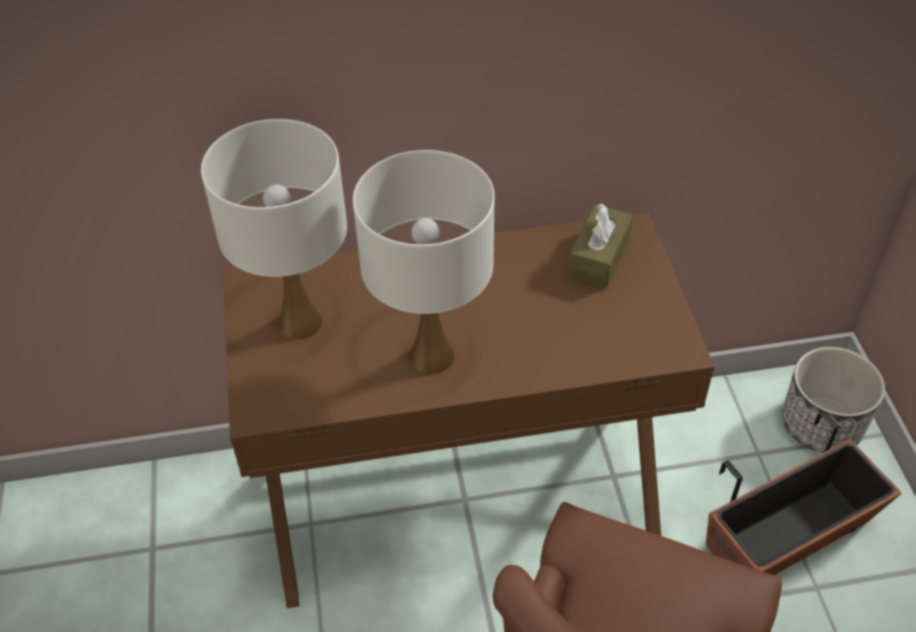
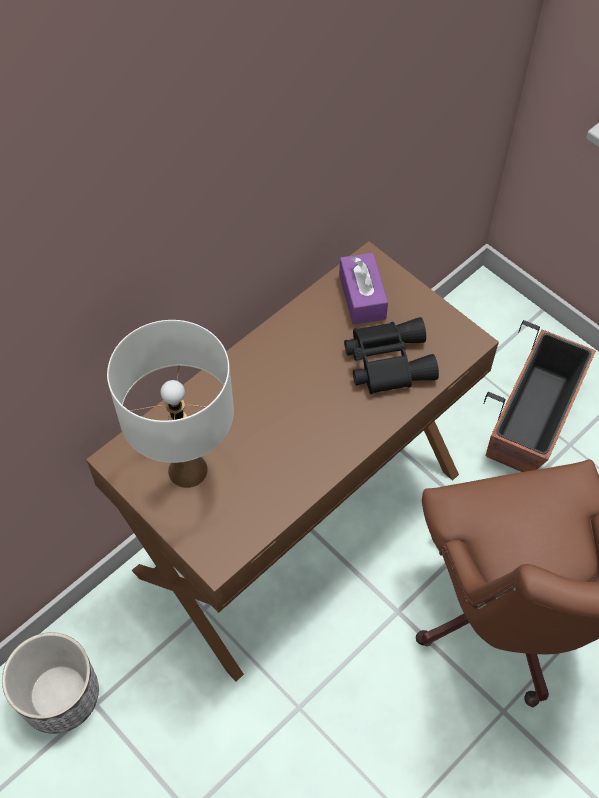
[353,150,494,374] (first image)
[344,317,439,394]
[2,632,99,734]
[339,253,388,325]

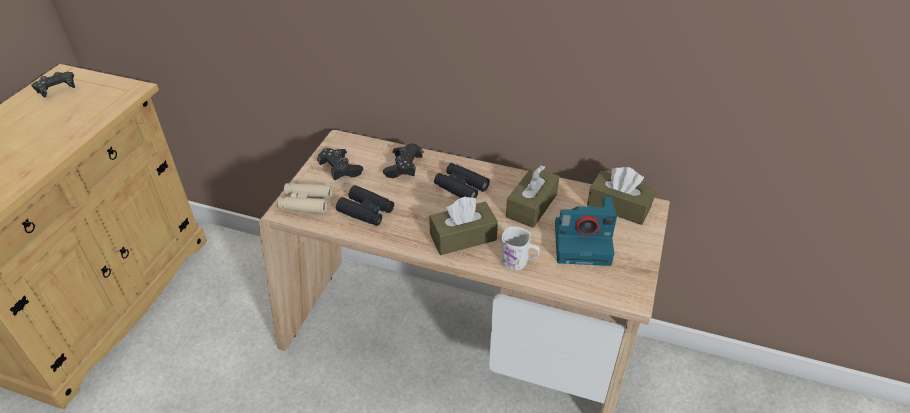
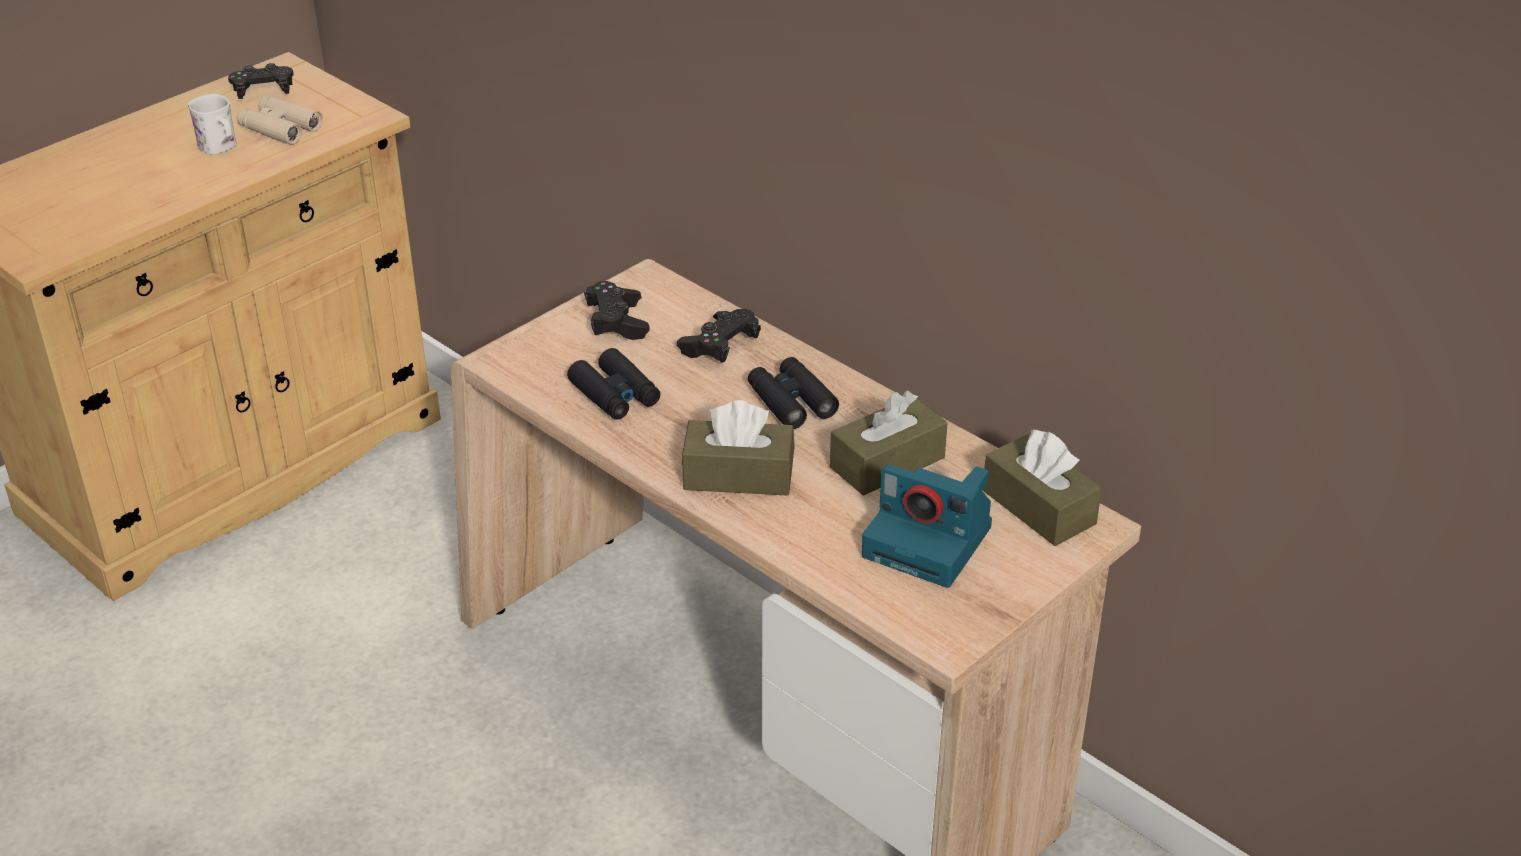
[237,96,323,145]
[188,94,237,154]

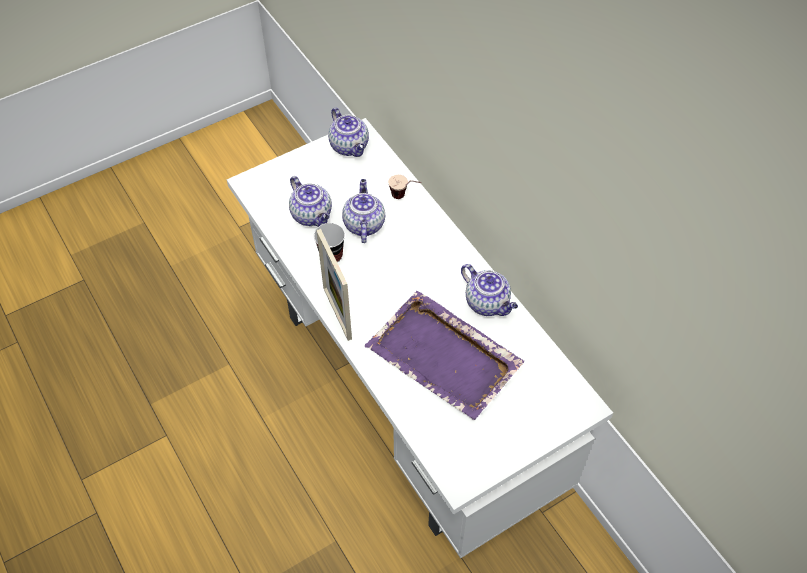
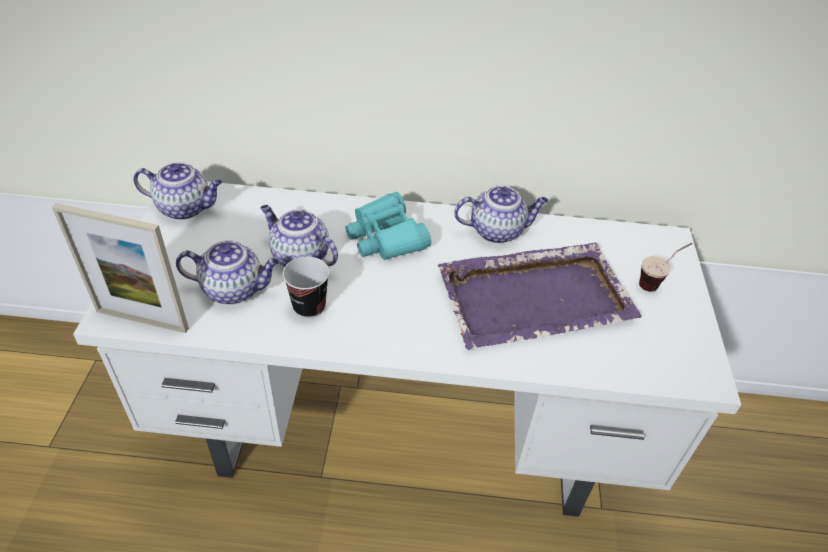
[346,192,431,260]
[52,203,189,333]
[639,243,693,292]

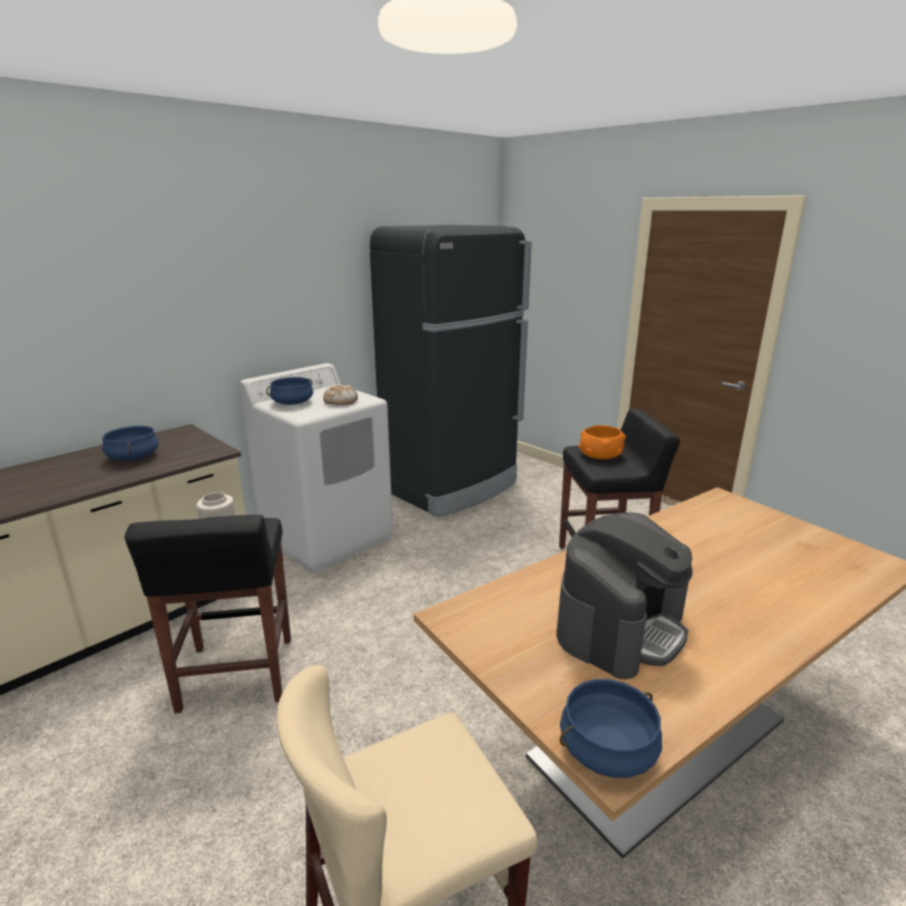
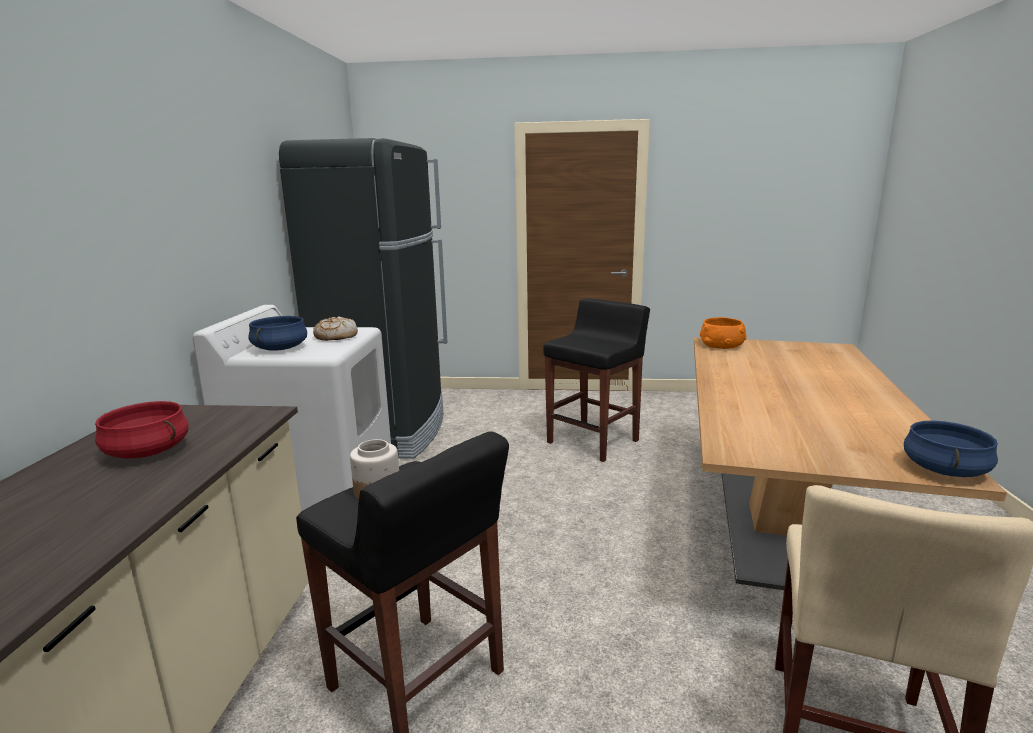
[556,512,692,679] (first image)
[700,317,747,349]
[95,401,189,459]

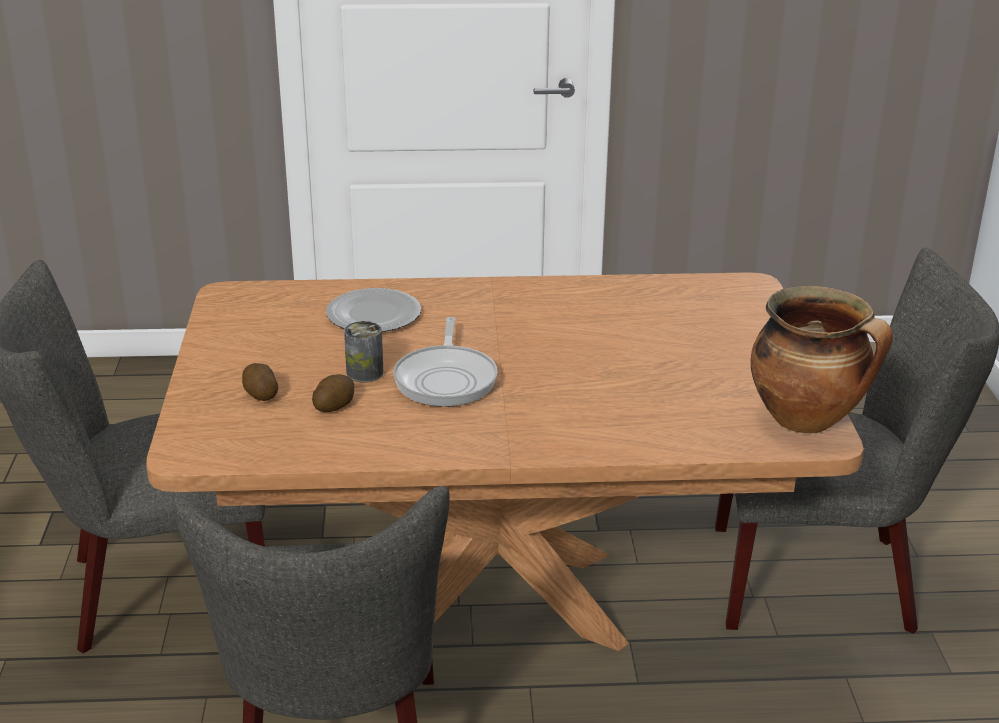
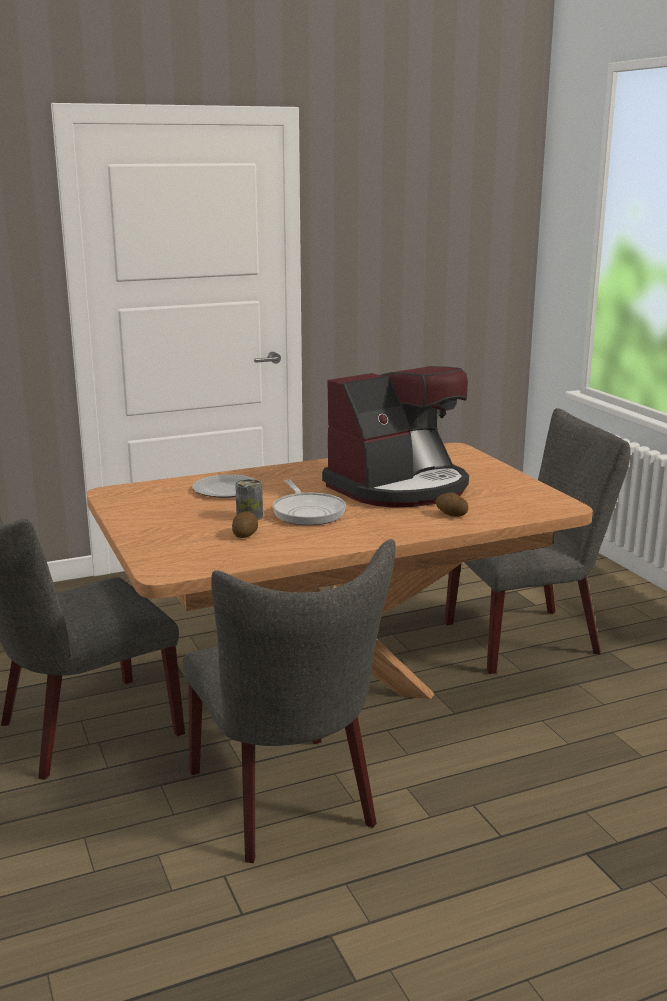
[751,286,893,433] (first image)
[322,366,469,508]
[435,493,468,517]

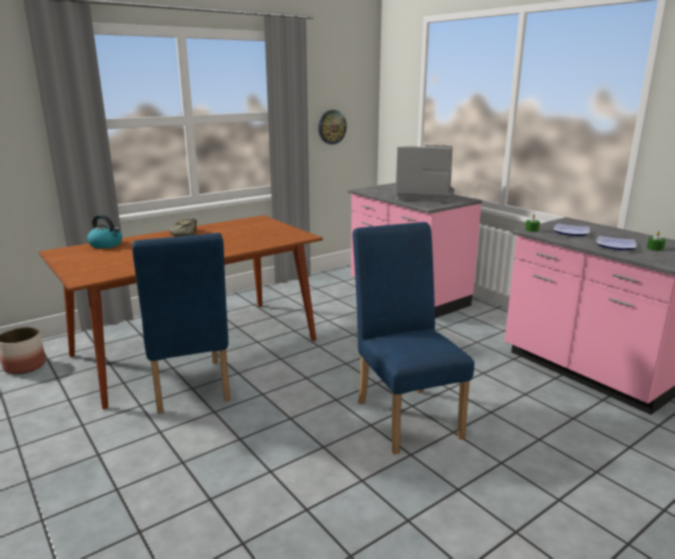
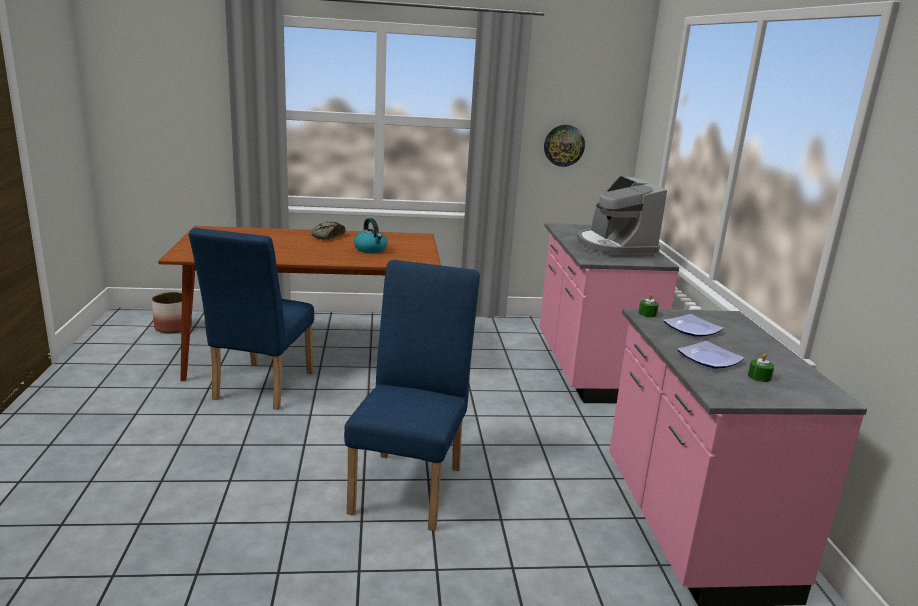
[354,218,388,253]
[577,176,667,257]

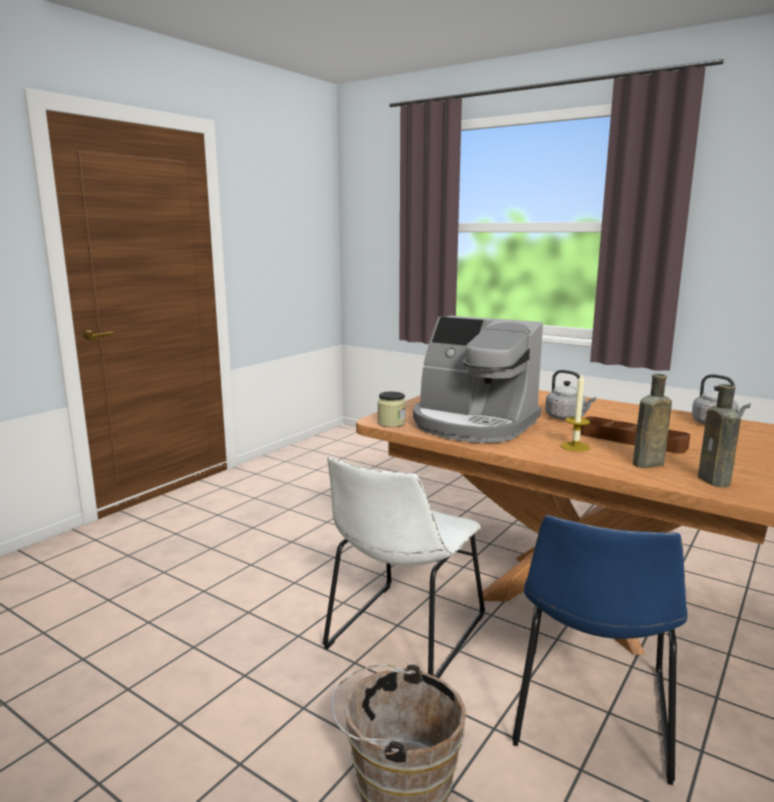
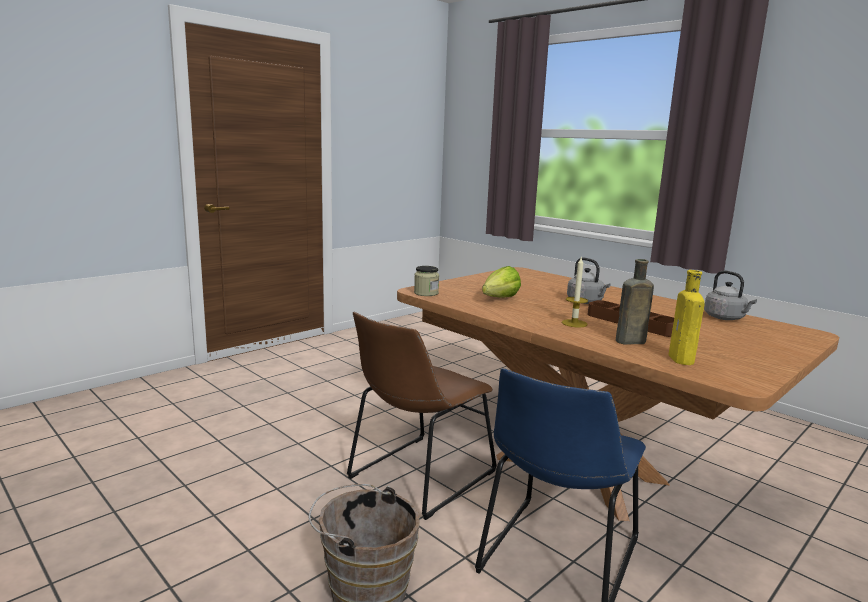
[482,266,521,297]
[347,312,497,520]
[668,270,705,365]

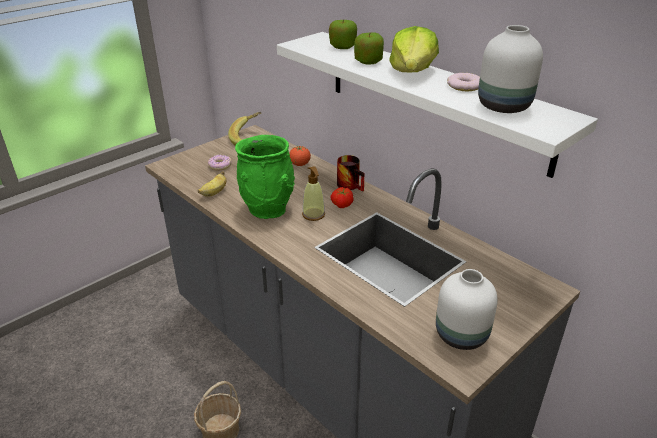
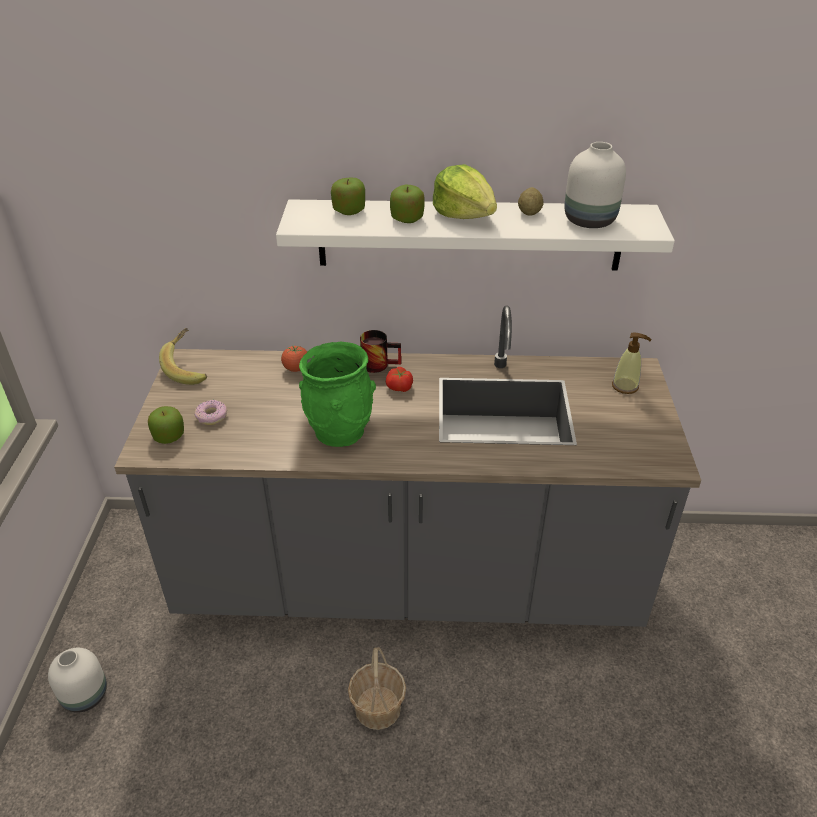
[198,171,227,197] (first image)
[148,406,184,444]
[612,333,651,394]
[48,648,107,713]
[518,187,544,216]

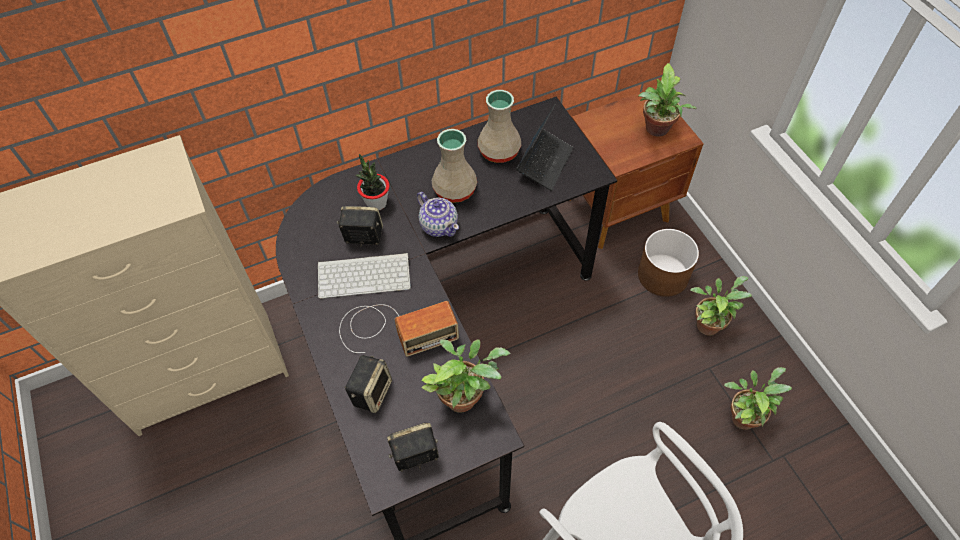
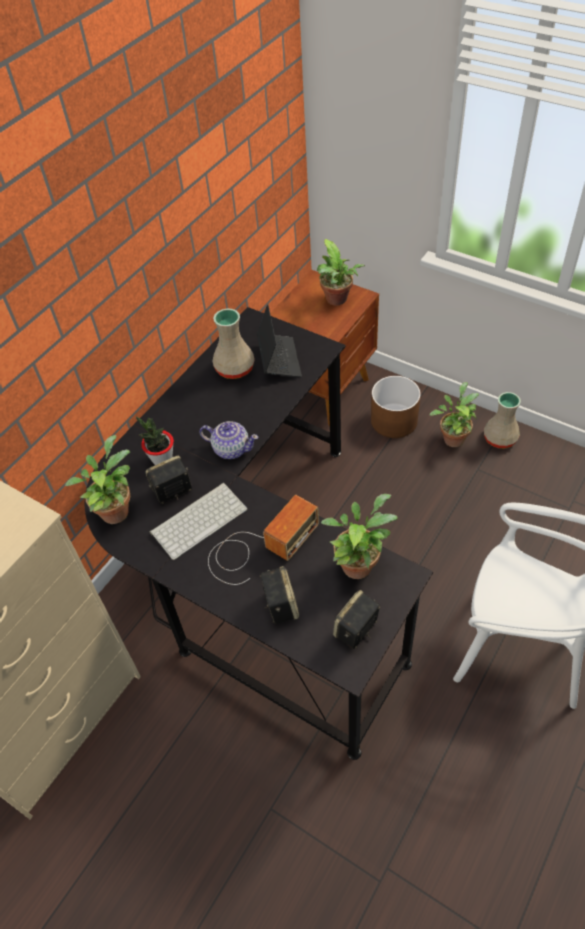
[484,392,521,448]
[65,435,130,524]

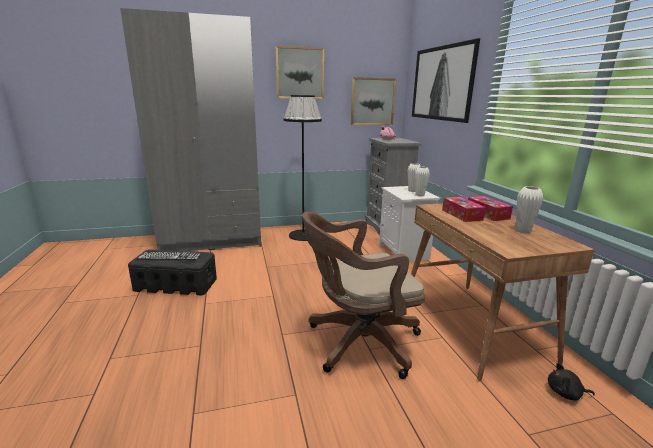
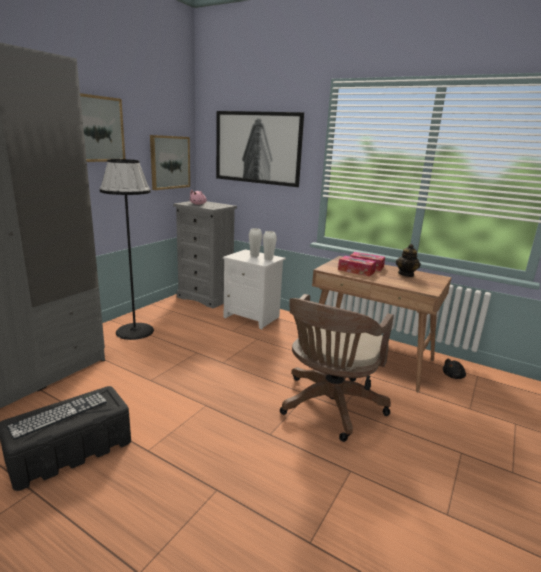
[396,244,421,277]

